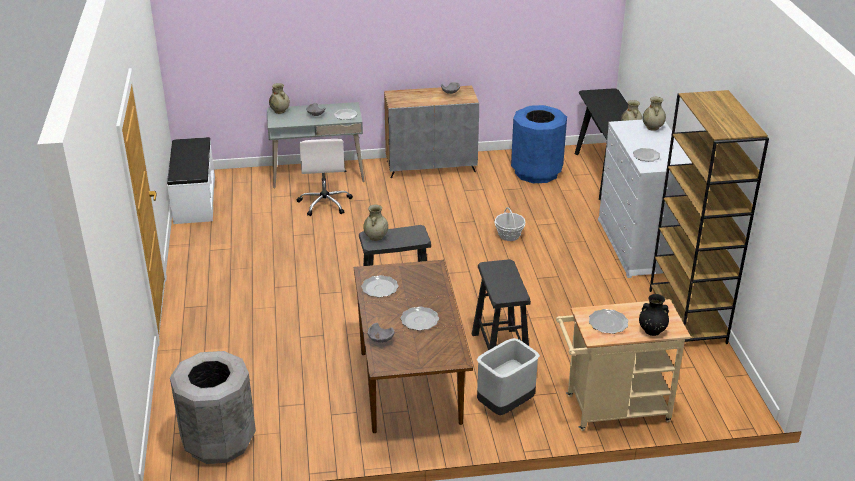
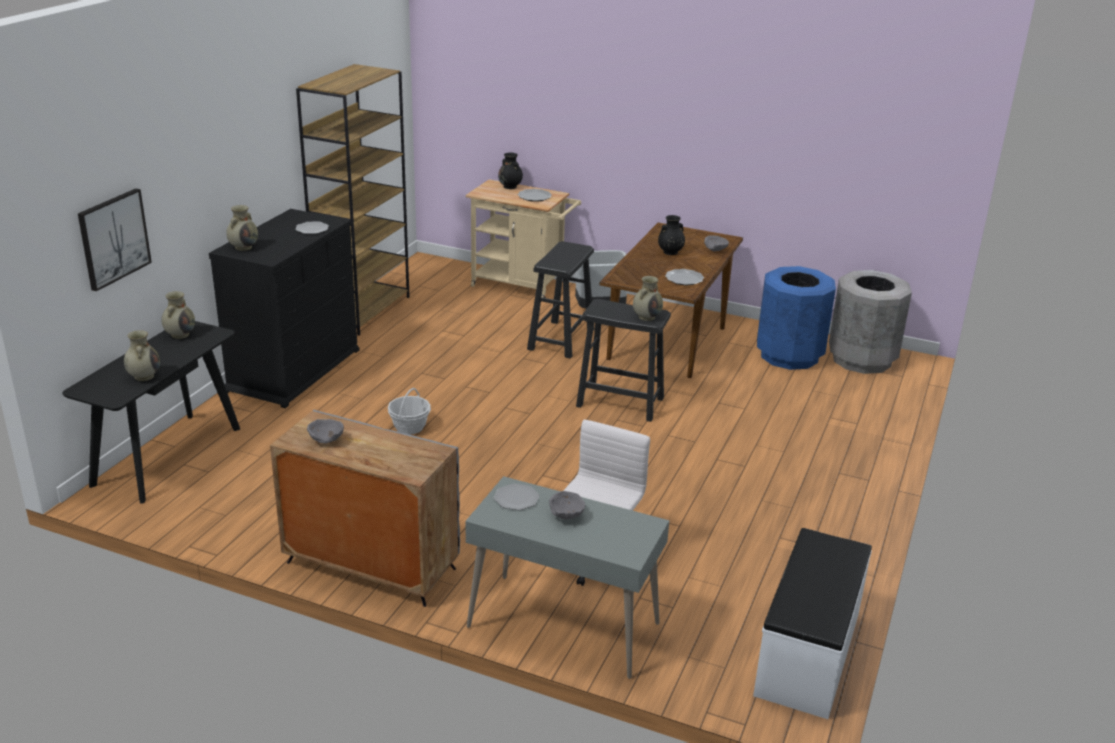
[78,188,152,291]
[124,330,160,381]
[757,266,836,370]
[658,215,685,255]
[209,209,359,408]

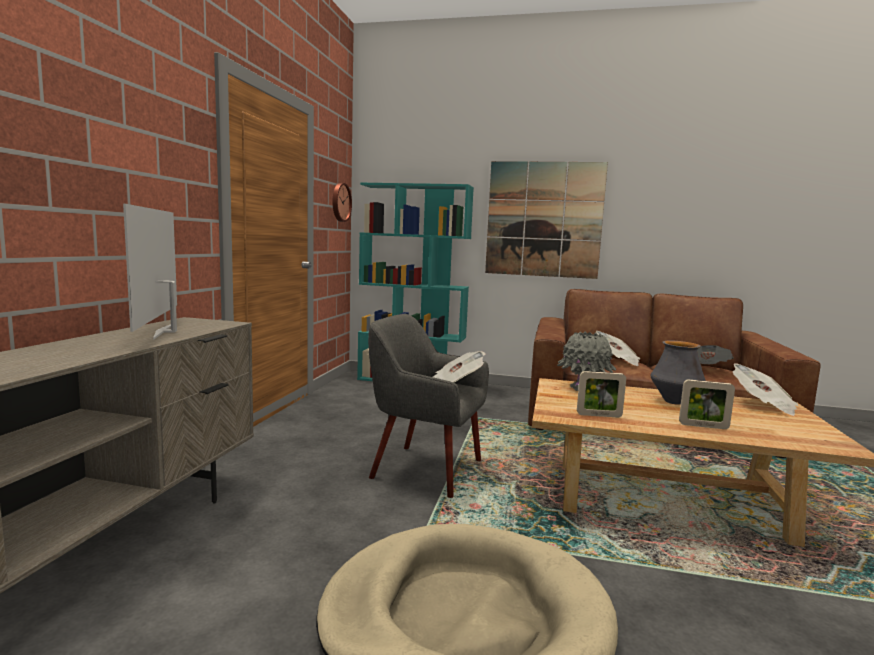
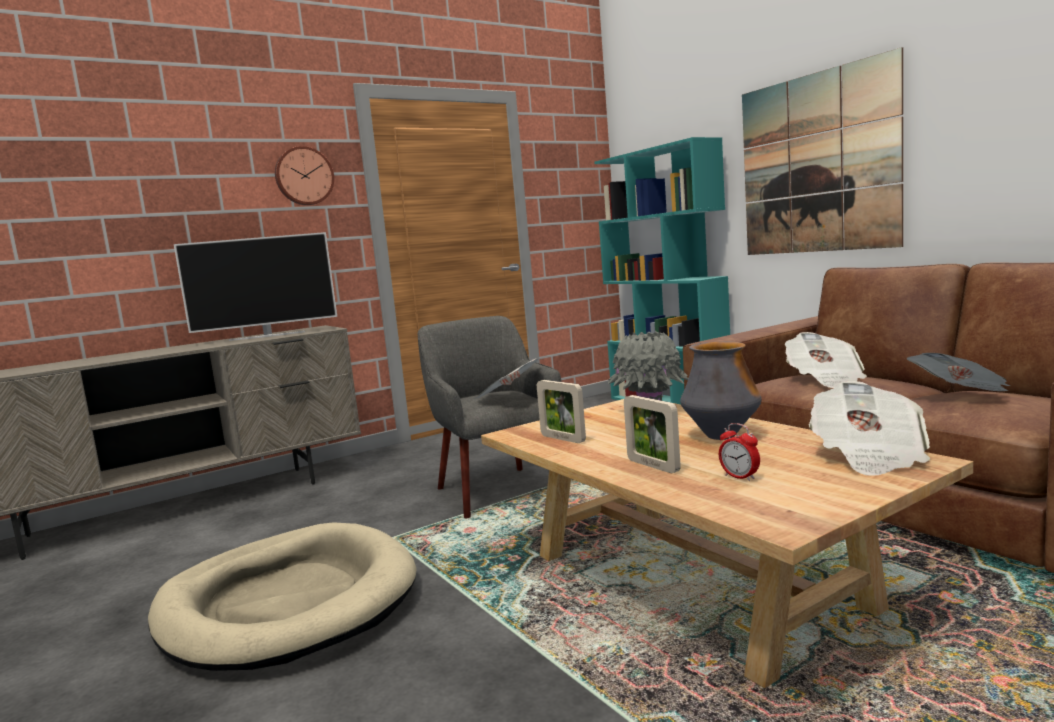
[719,423,760,481]
[275,146,334,205]
[174,232,337,341]

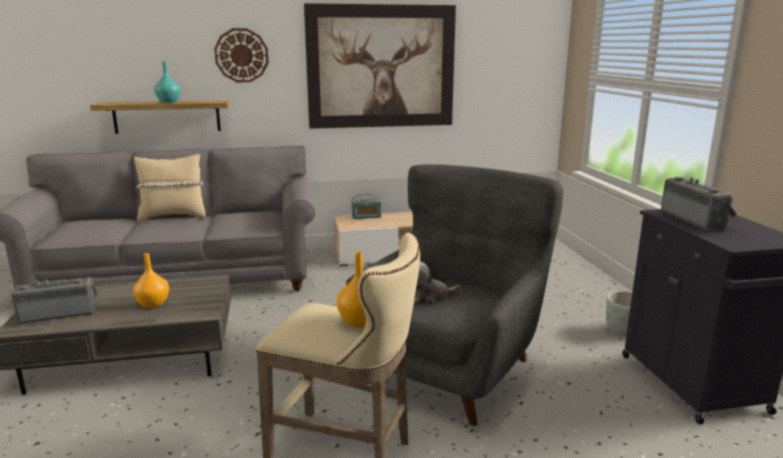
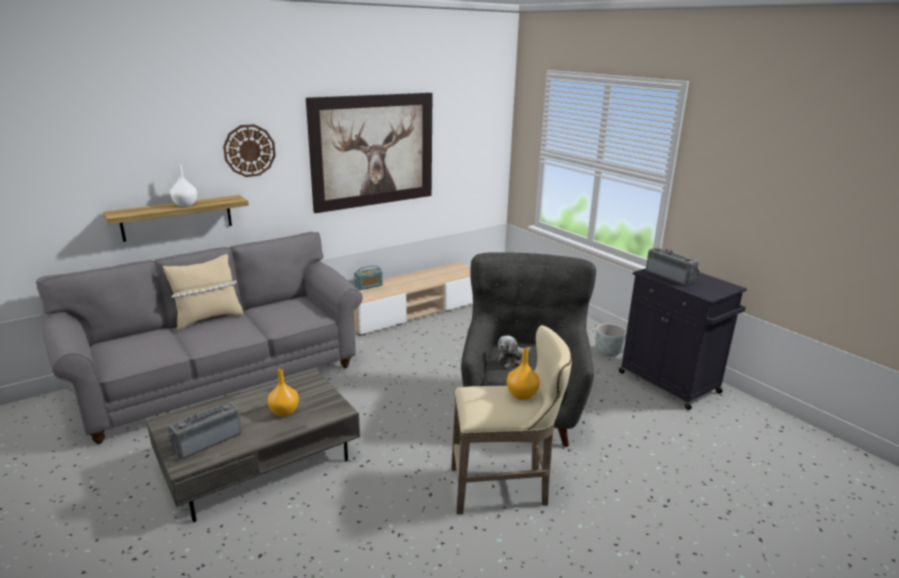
[170,165,197,207]

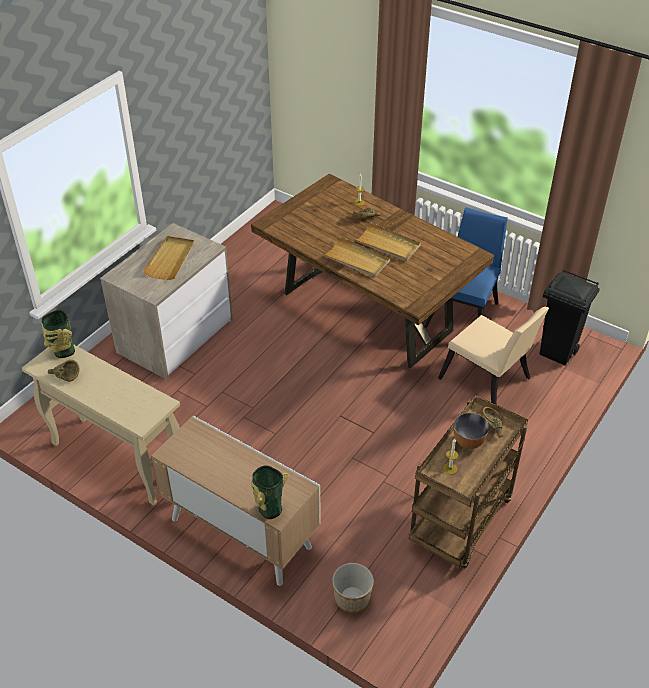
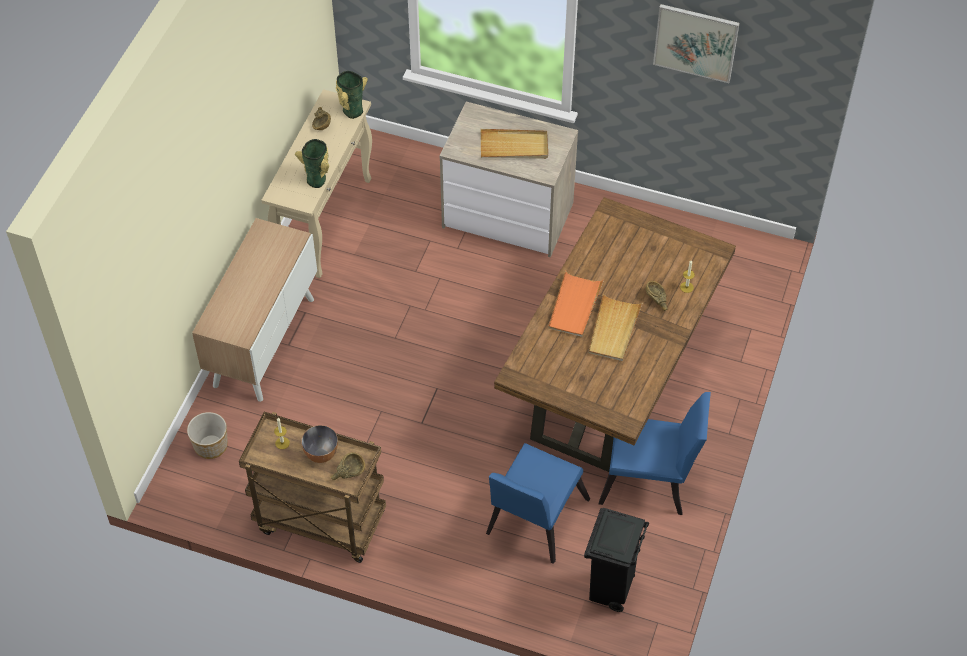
[653,4,740,83]
[295,139,329,188]
[549,270,604,337]
[486,443,590,564]

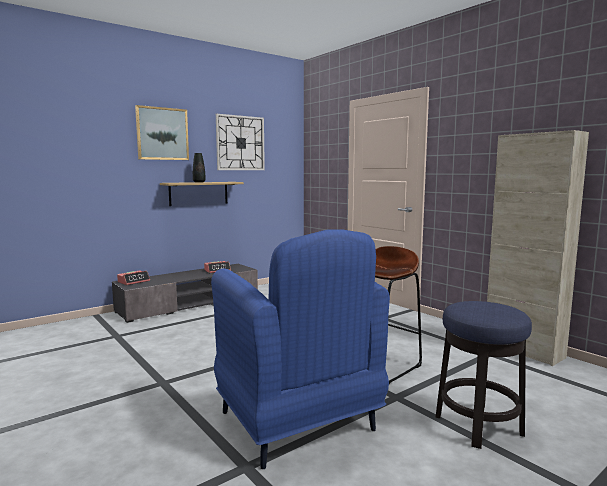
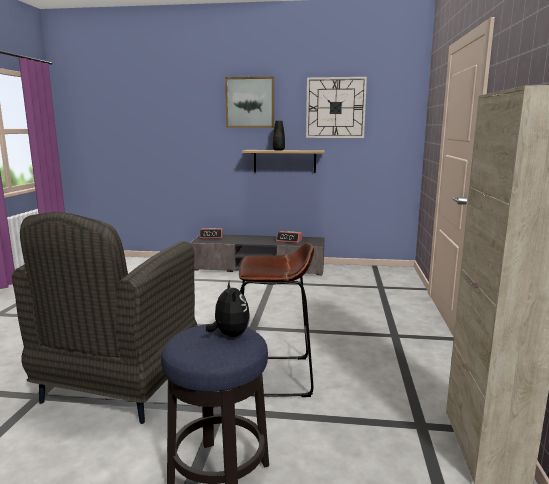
[206,280,250,337]
[12,212,197,424]

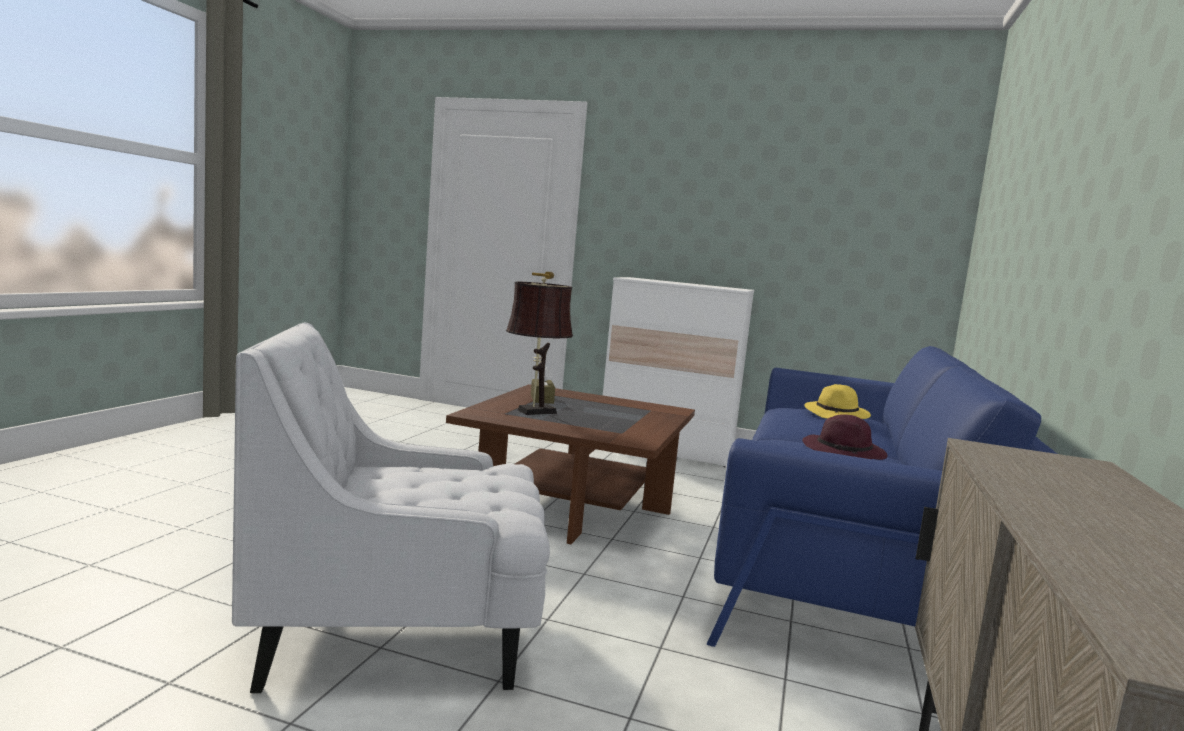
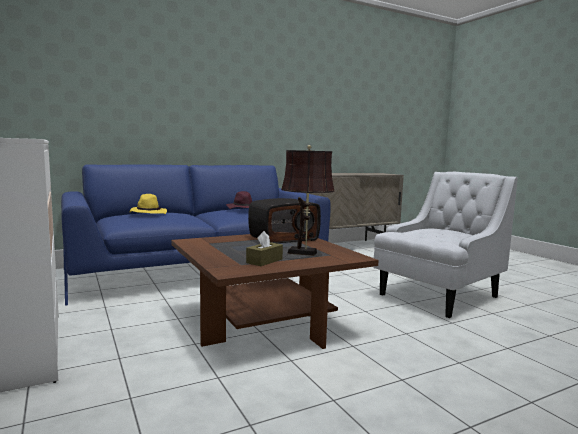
[248,198,321,243]
[374,172,518,318]

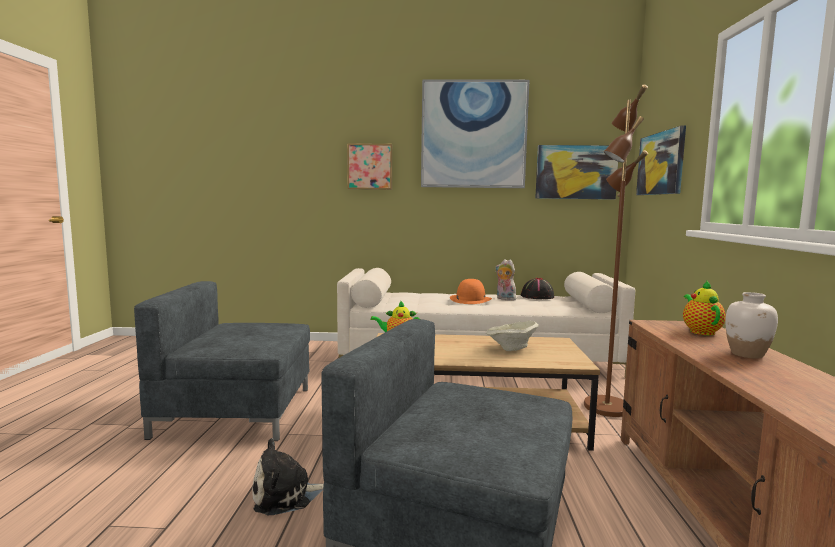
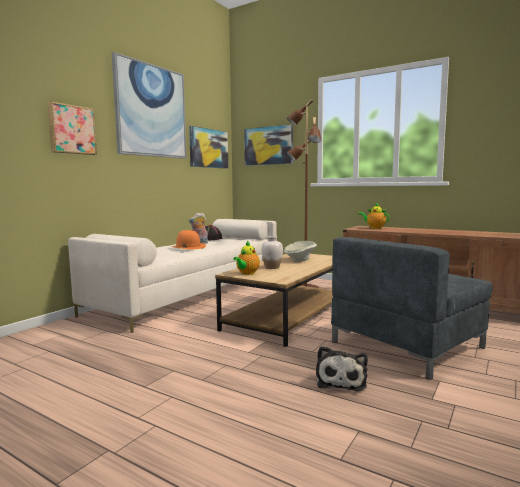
[134,281,310,441] (first image)
[261,236,283,269]

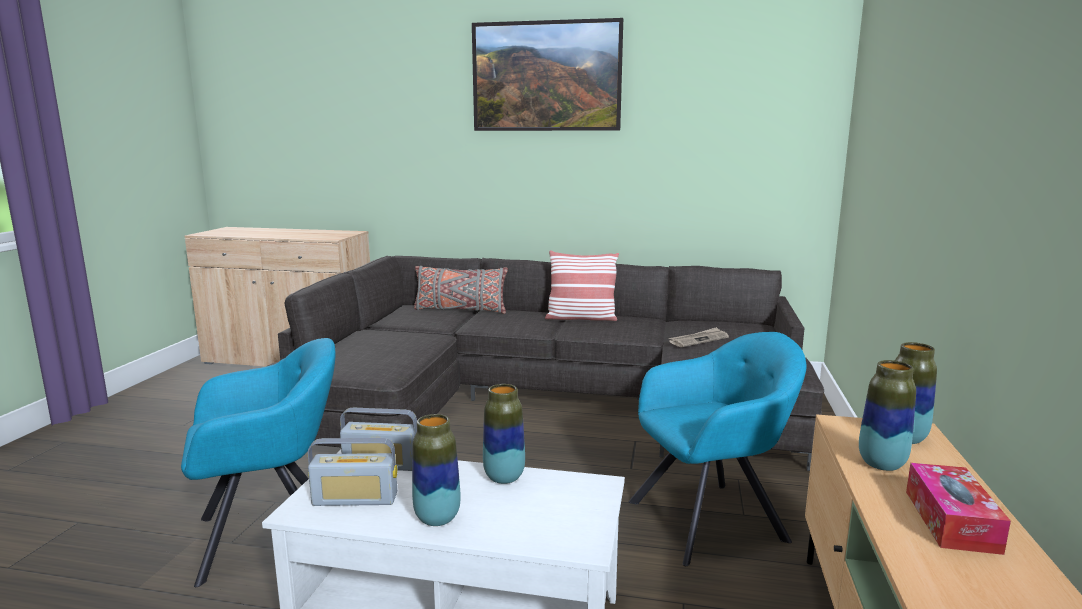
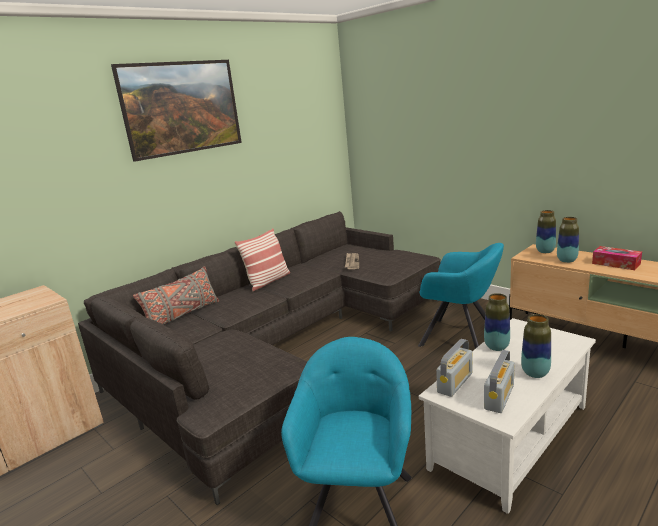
[418,243,504,349]

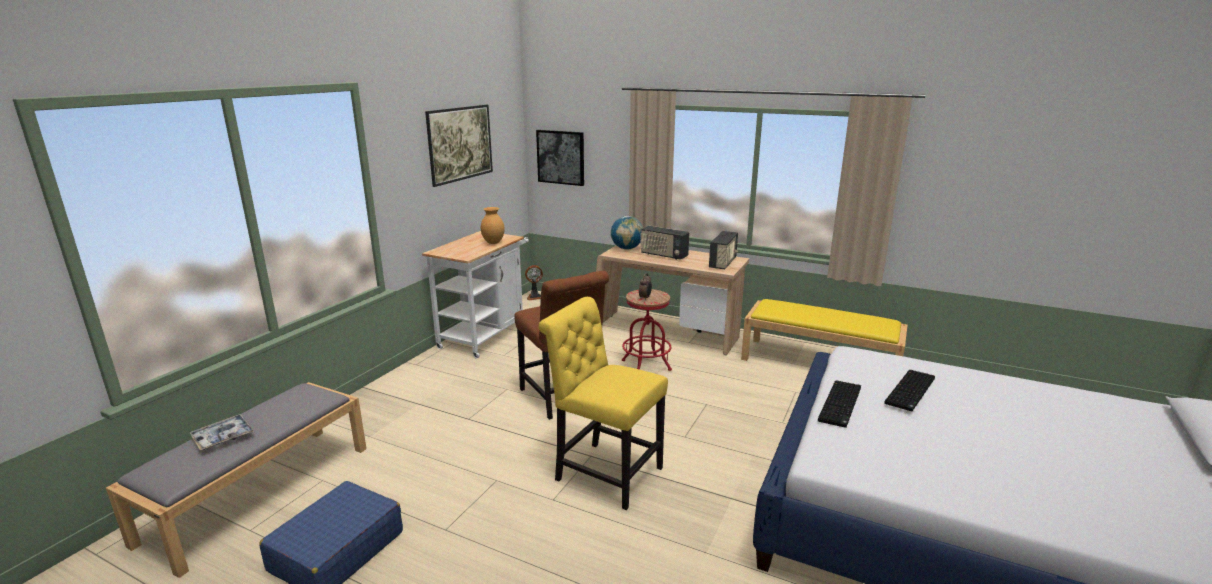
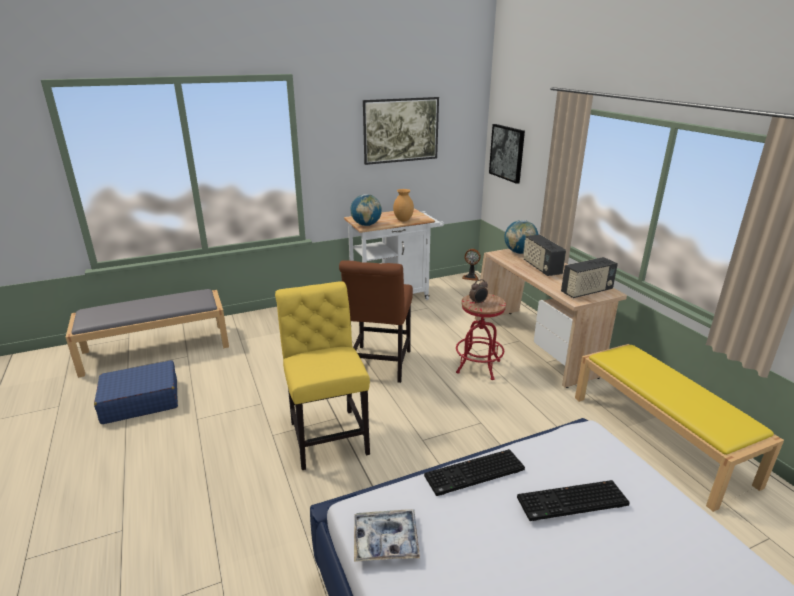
[350,194,382,226]
[354,509,420,562]

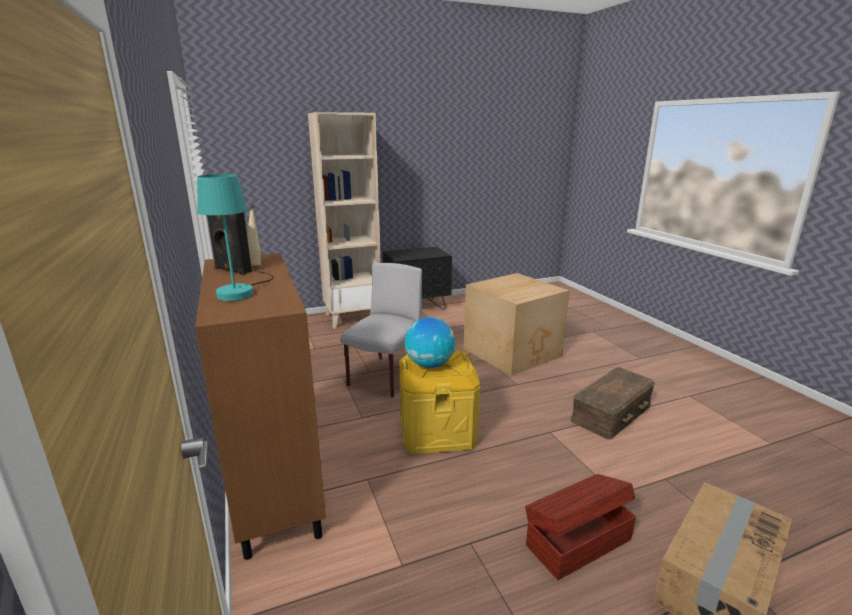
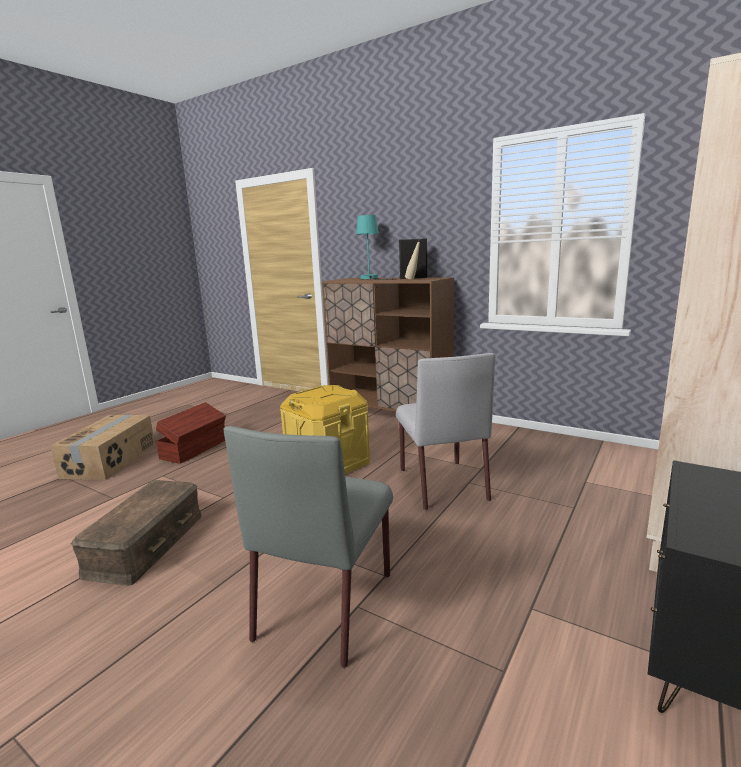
[405,317,455,368] (first image)
[224,426,393,668]

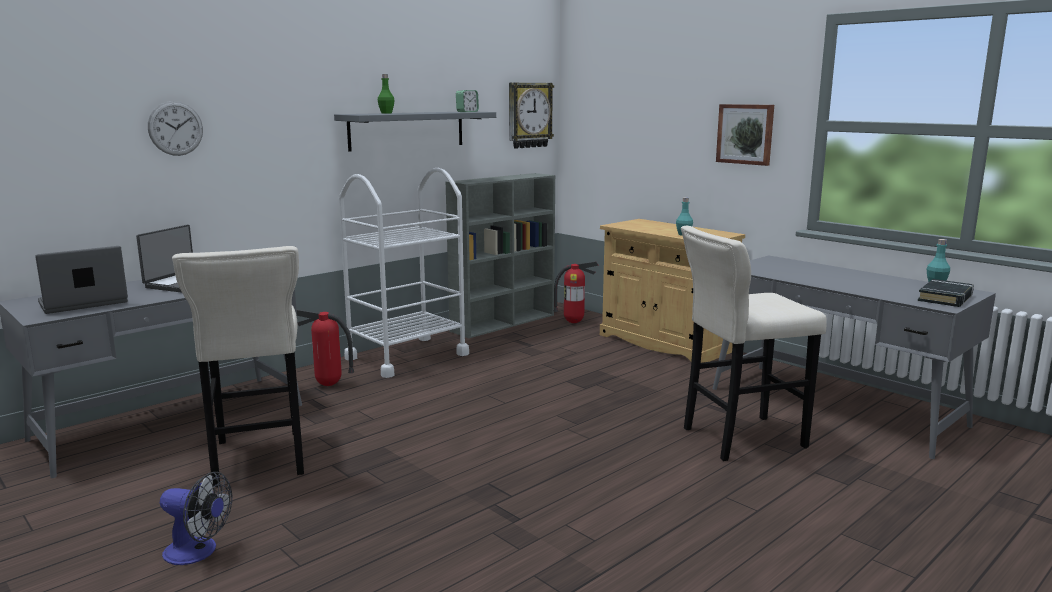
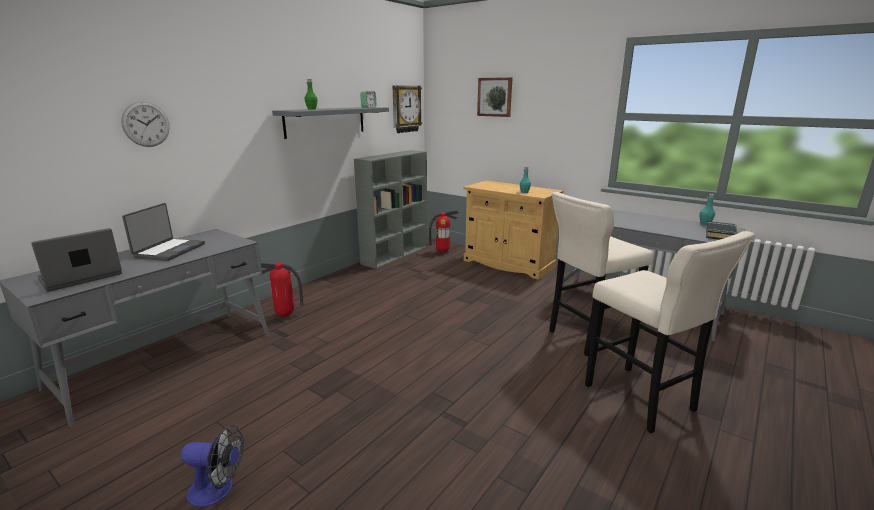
[339,168,469,378] (first image)
[585,231,755,433]
[477,77,513,117]

